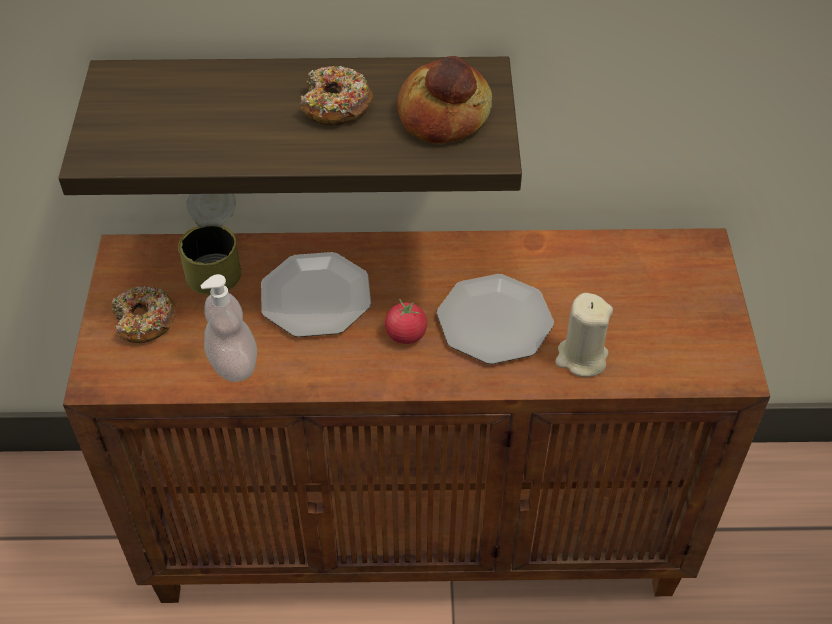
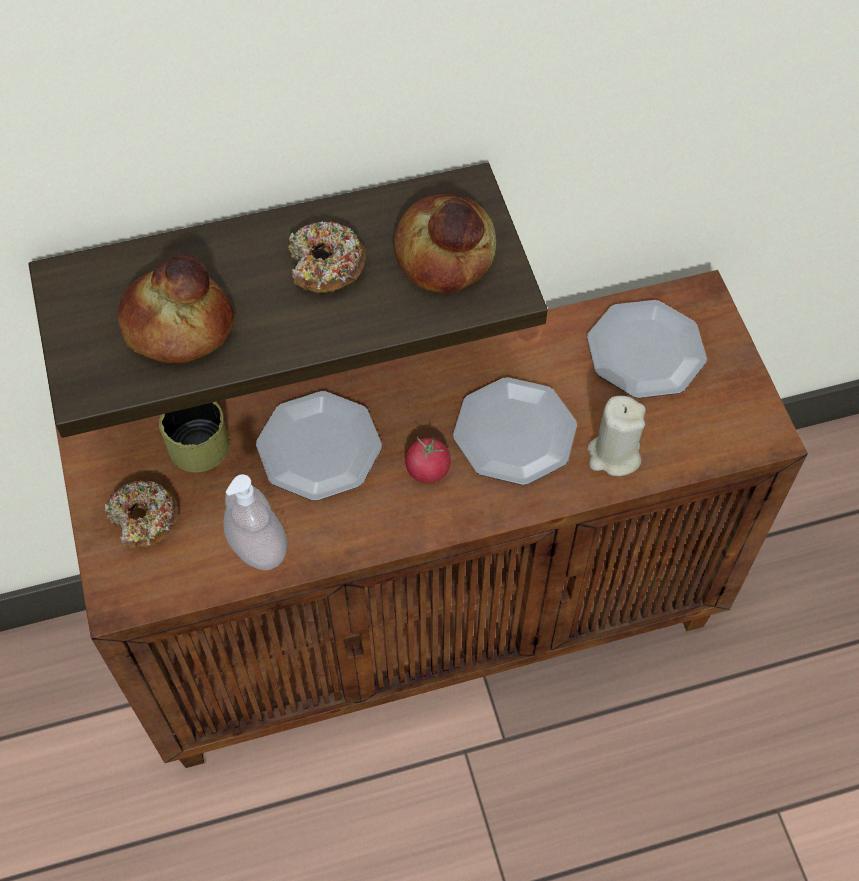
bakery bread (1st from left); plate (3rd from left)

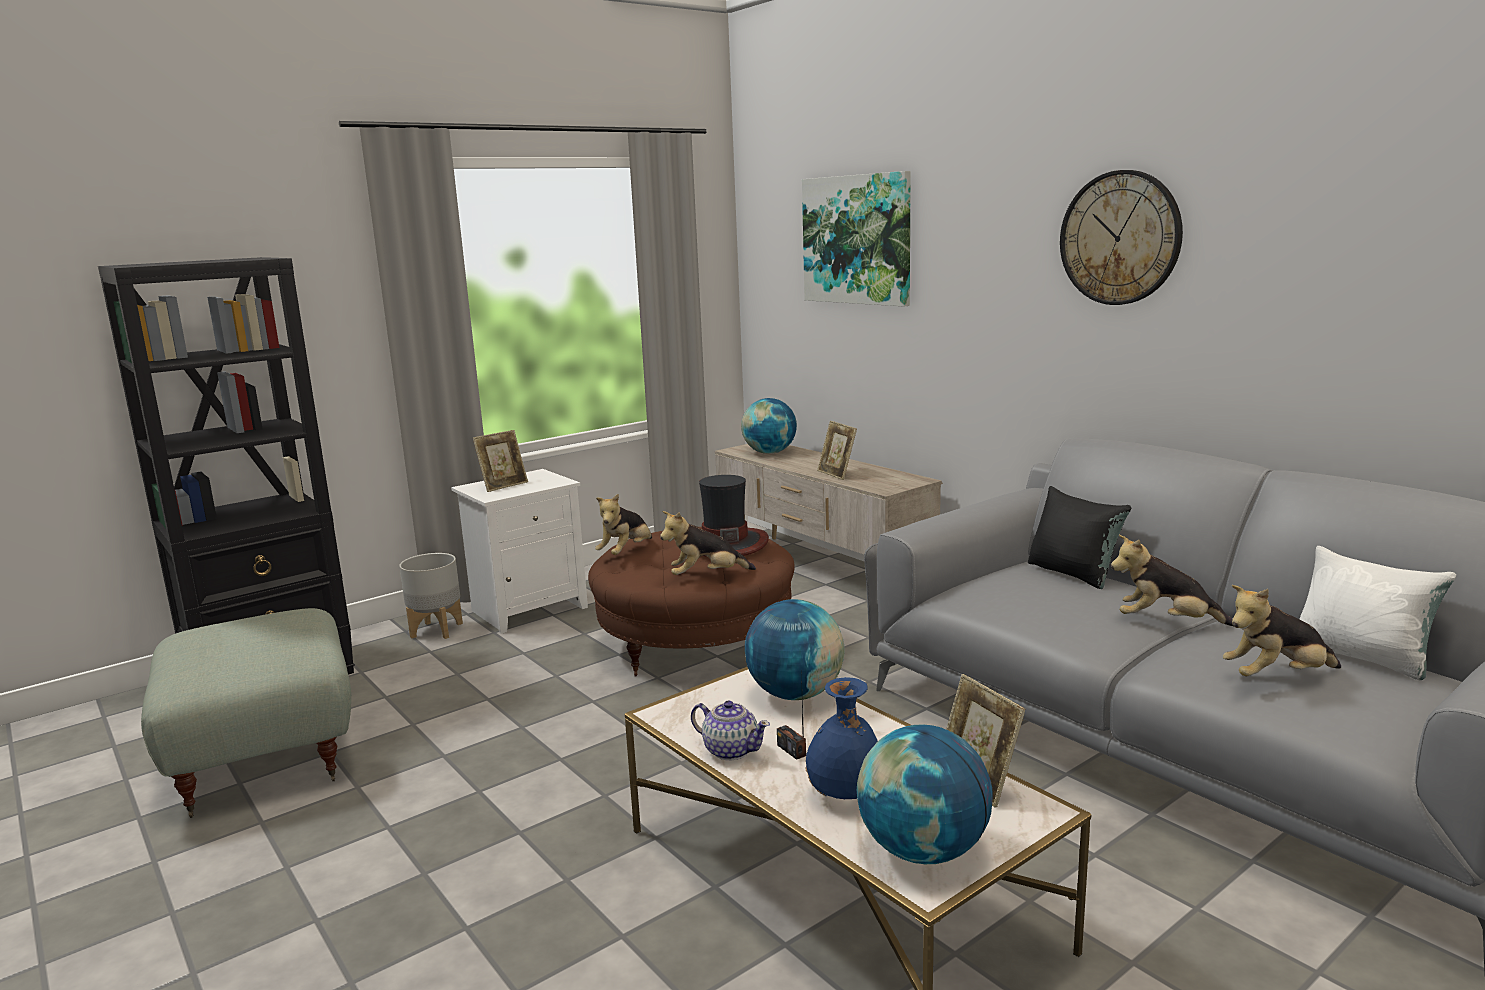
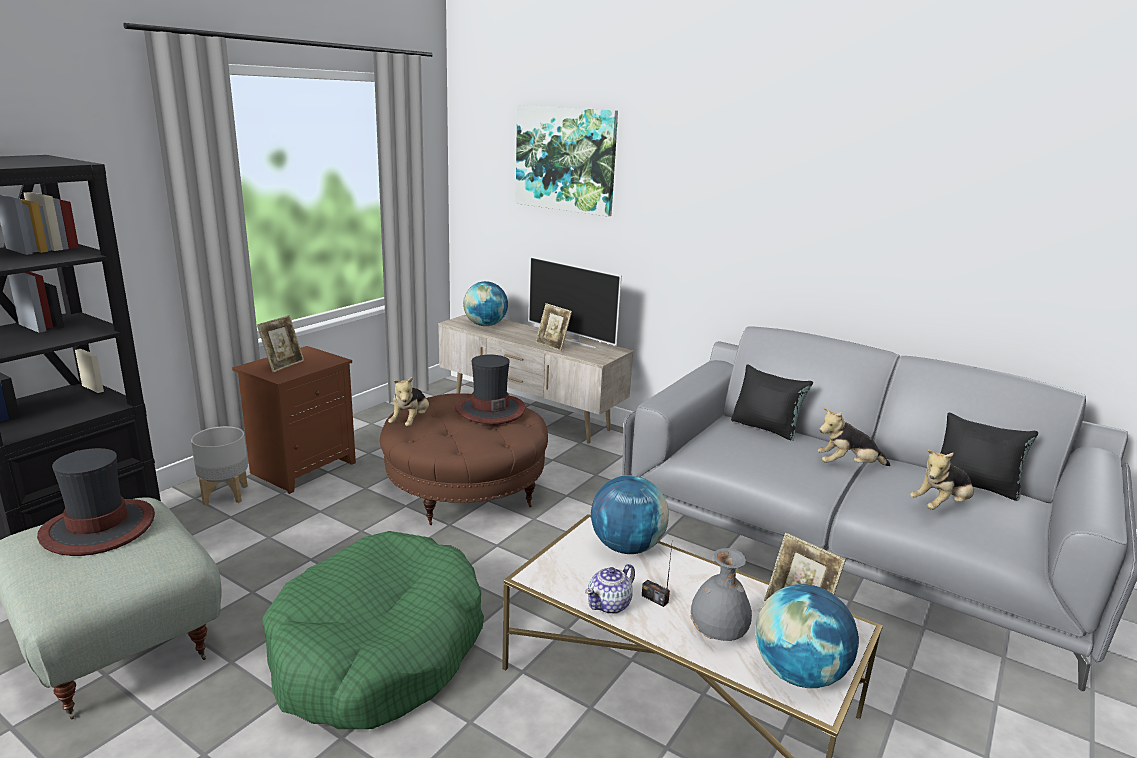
plush toy (2nd from left in the first image); clock on the wall; clothing hat (1st from left); green-coloured dog bed; TV set; brown nightstand; greyish vase; blackish cushion (2nd from left); pot for tea

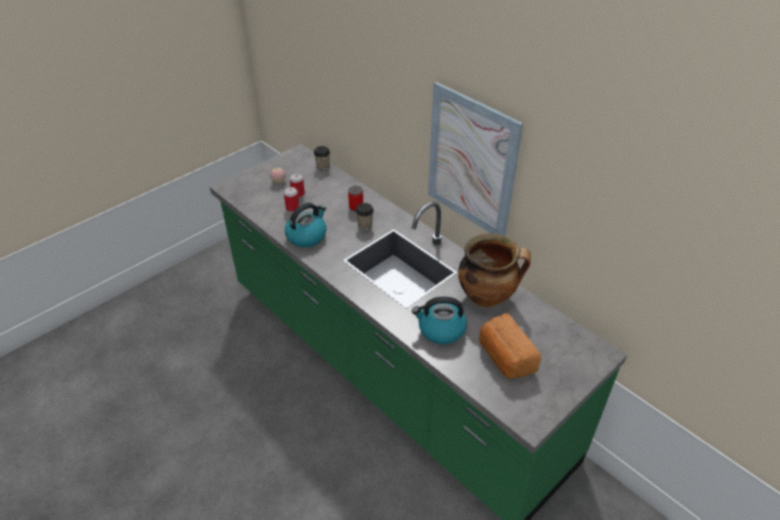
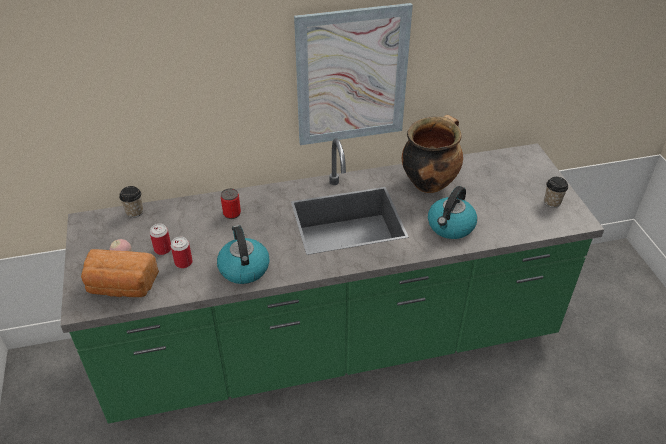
small cup (2nd from left); bakery bread

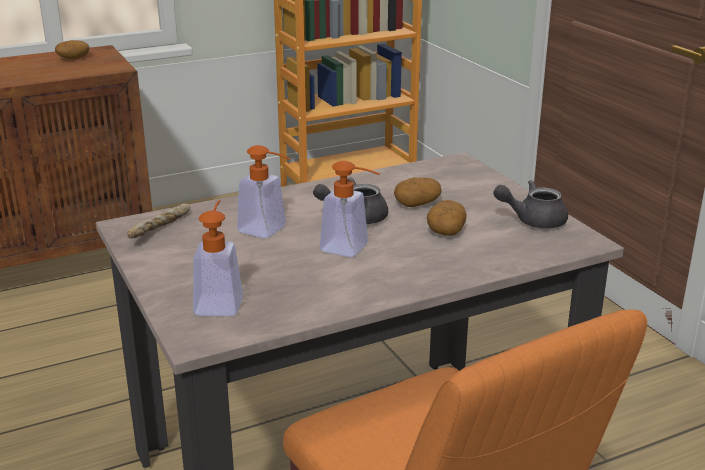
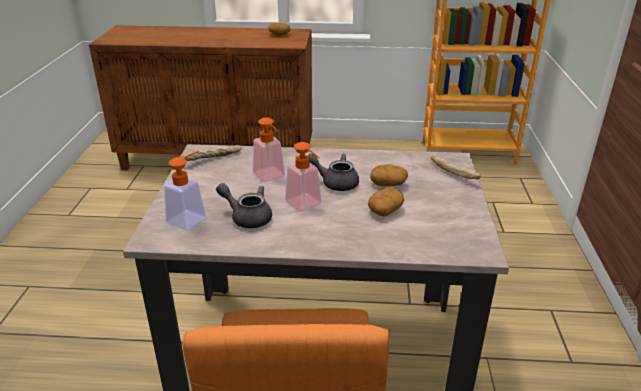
bakery bread (2nd from left); greyish pot for tea (1st from left)

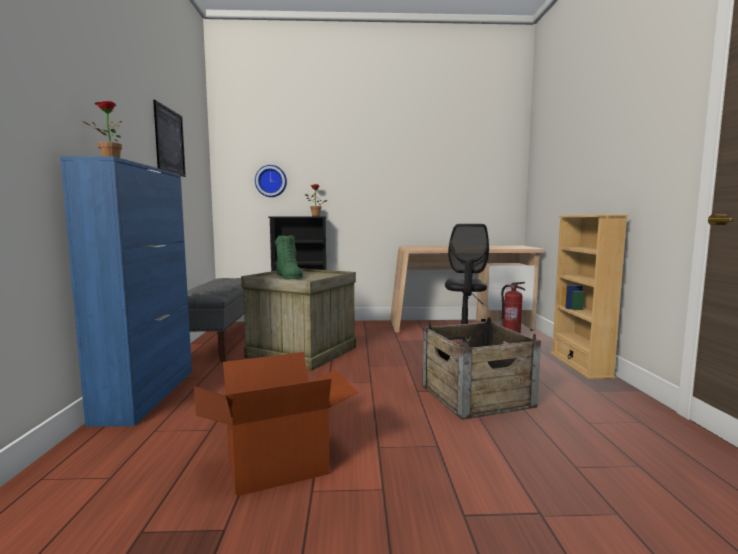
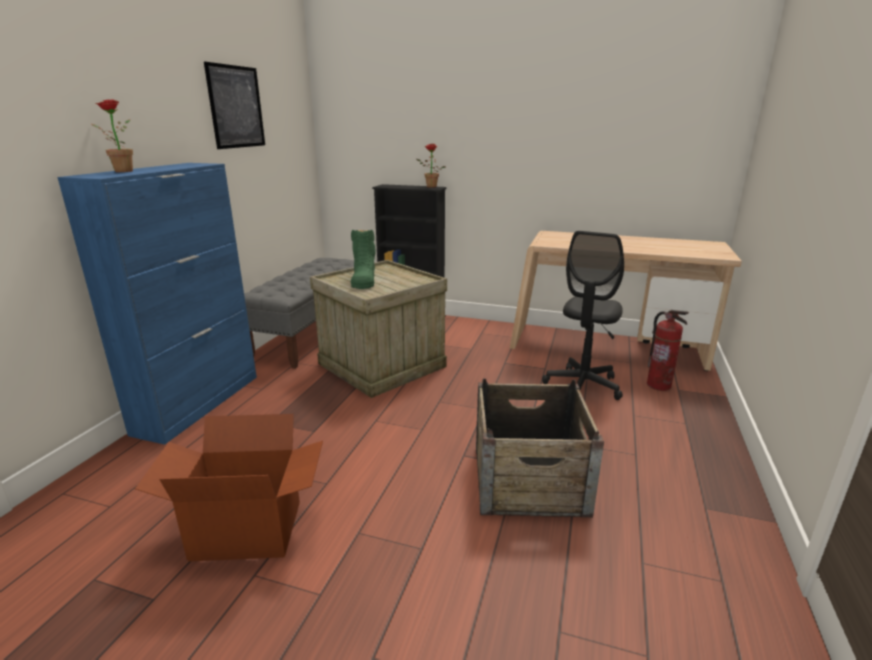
clock on the wall; beige shelving unit

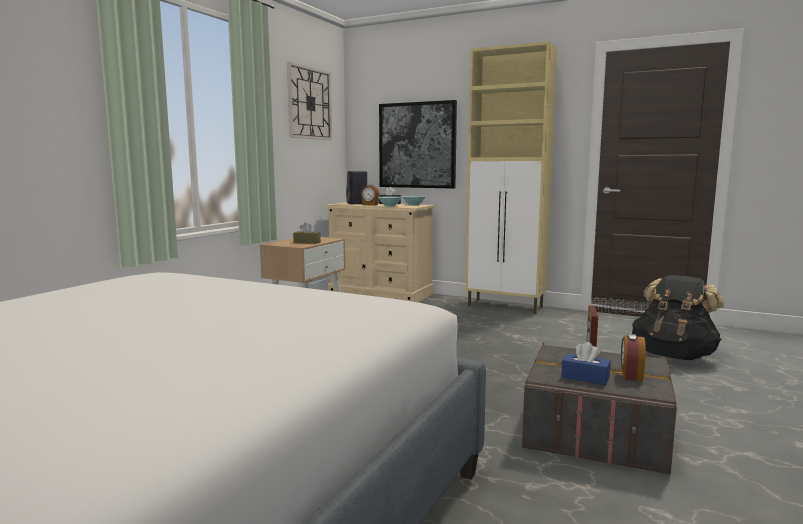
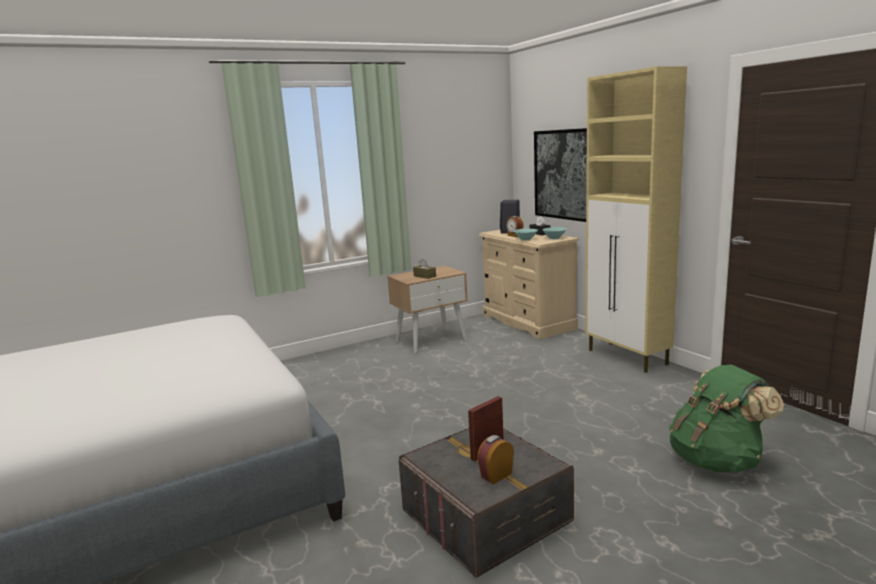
clock on the wall; blue box of tissues; green-coloured rucksack

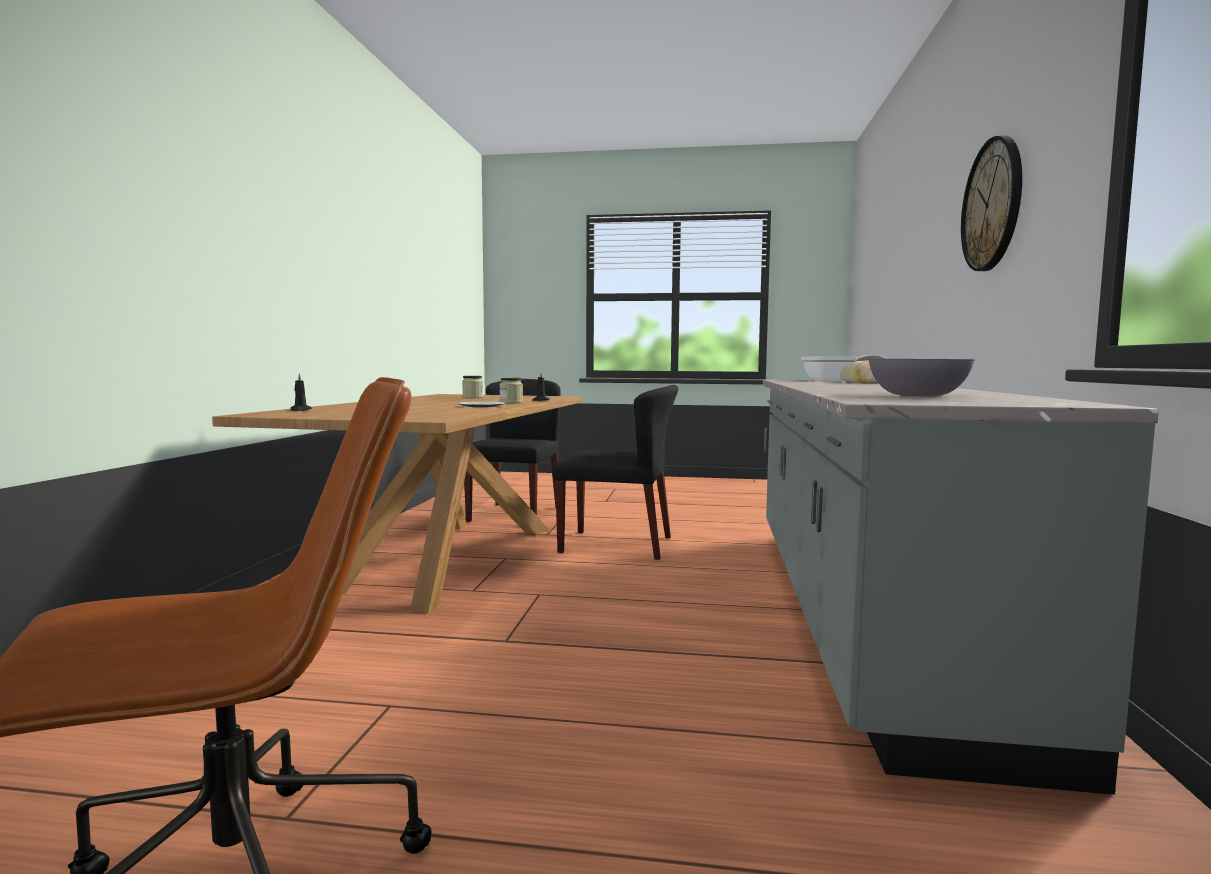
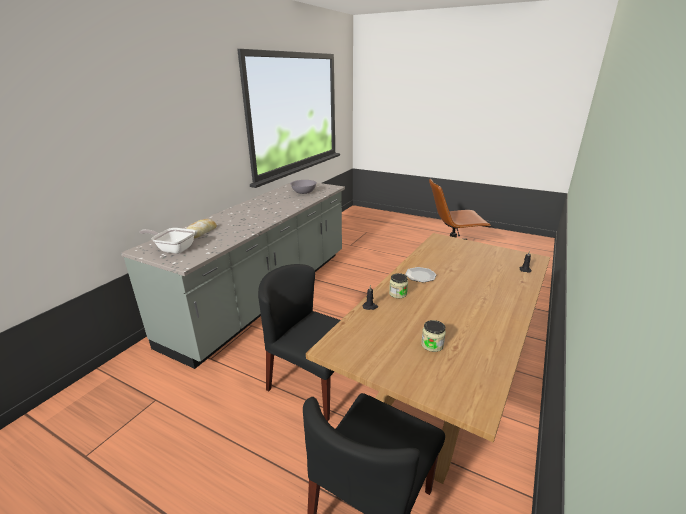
clock on the wall

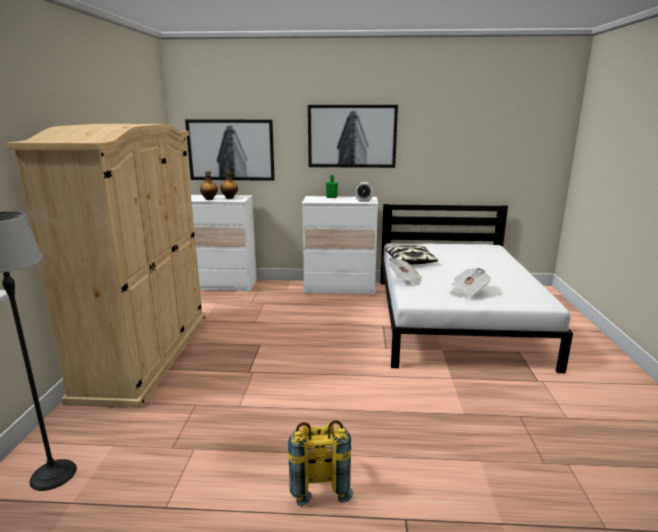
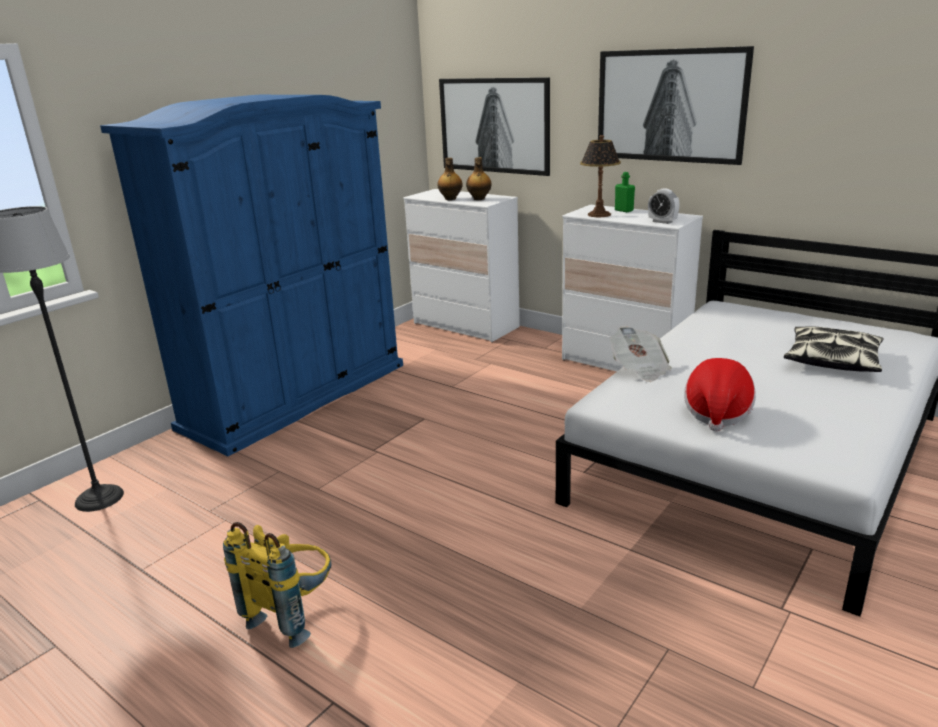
tabletop lamp; cushion; clothing hat; blue wardrobe

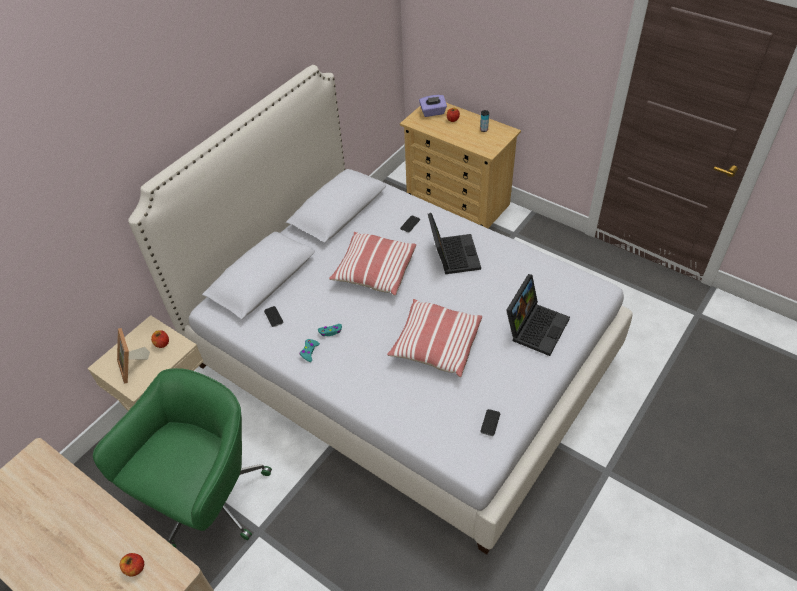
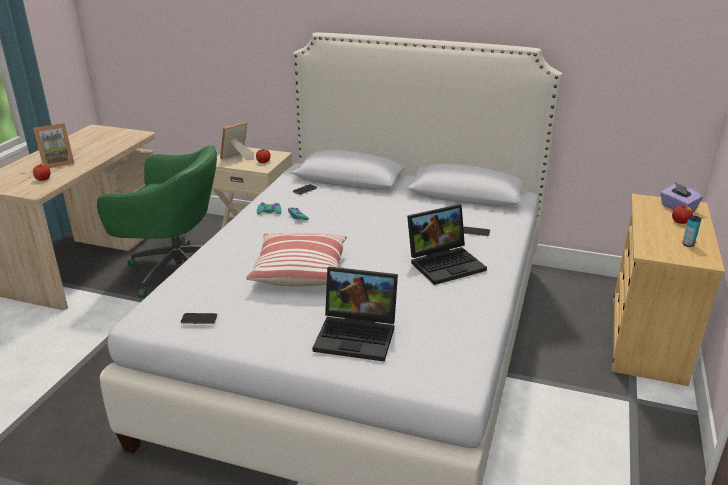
cushion (1st from left in the first image); photo frame (1st from left)

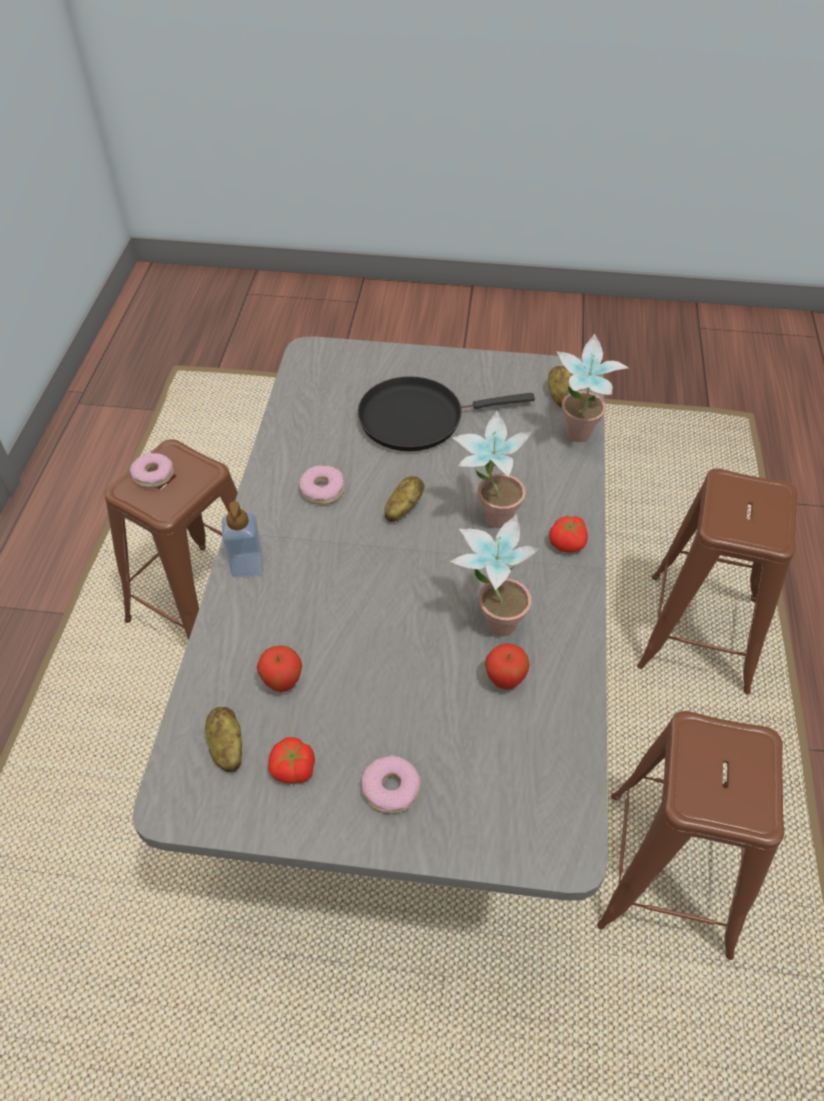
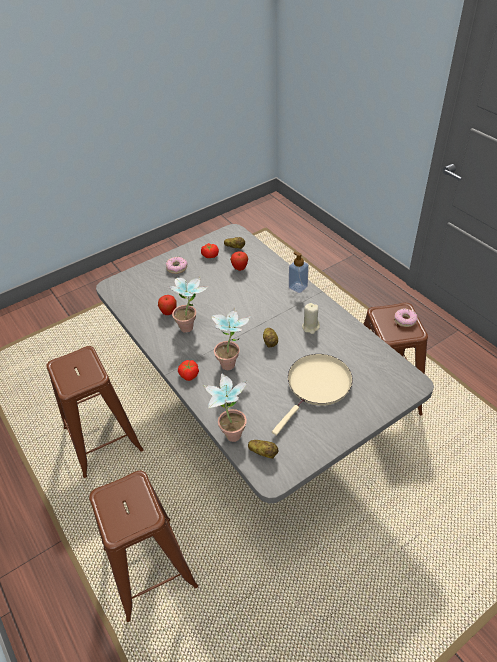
beige candle; beige skillet

